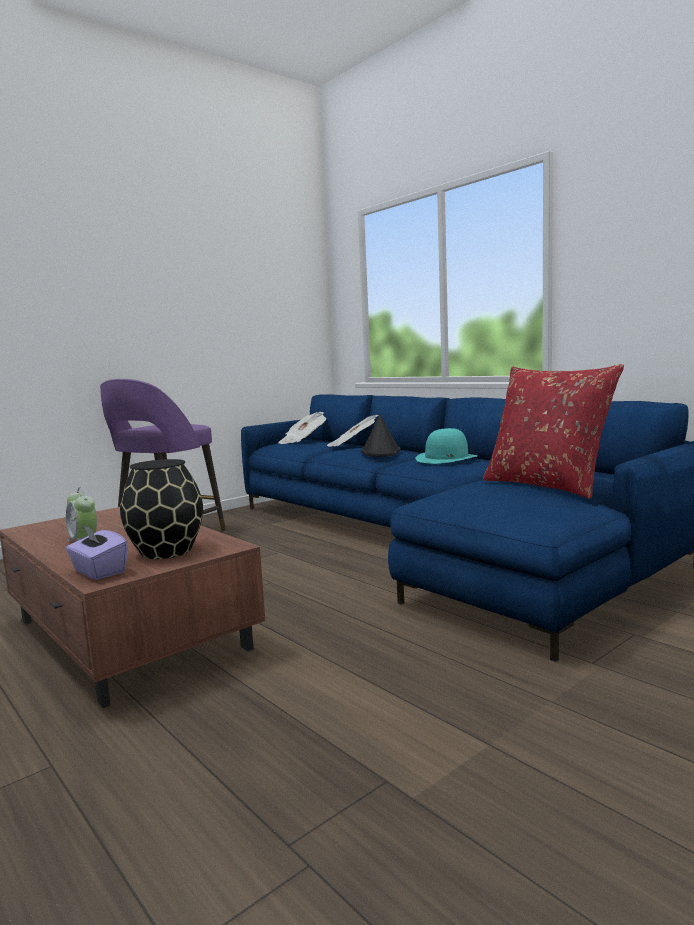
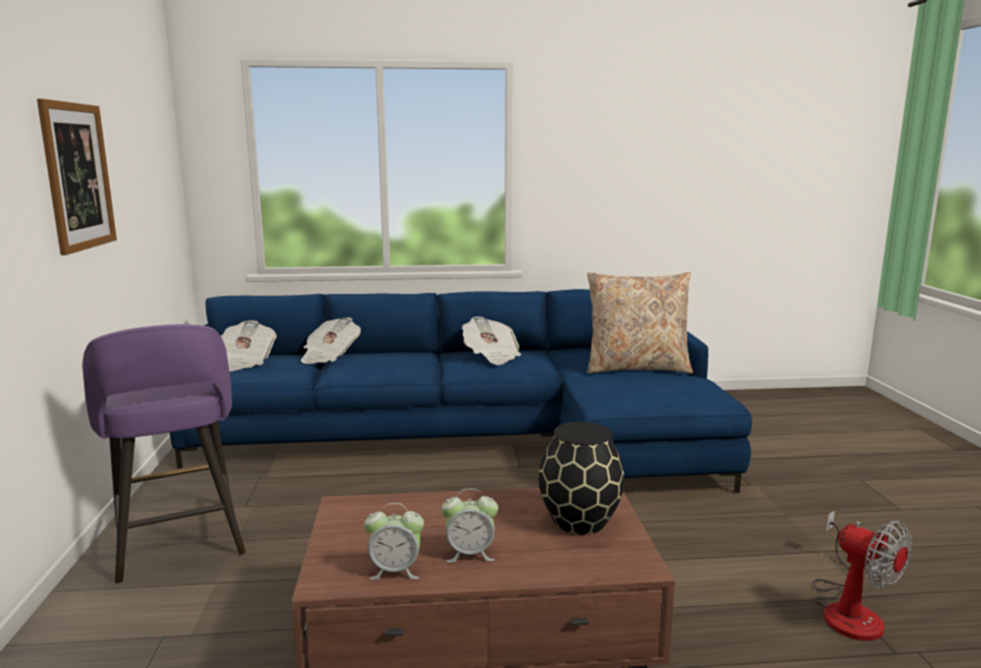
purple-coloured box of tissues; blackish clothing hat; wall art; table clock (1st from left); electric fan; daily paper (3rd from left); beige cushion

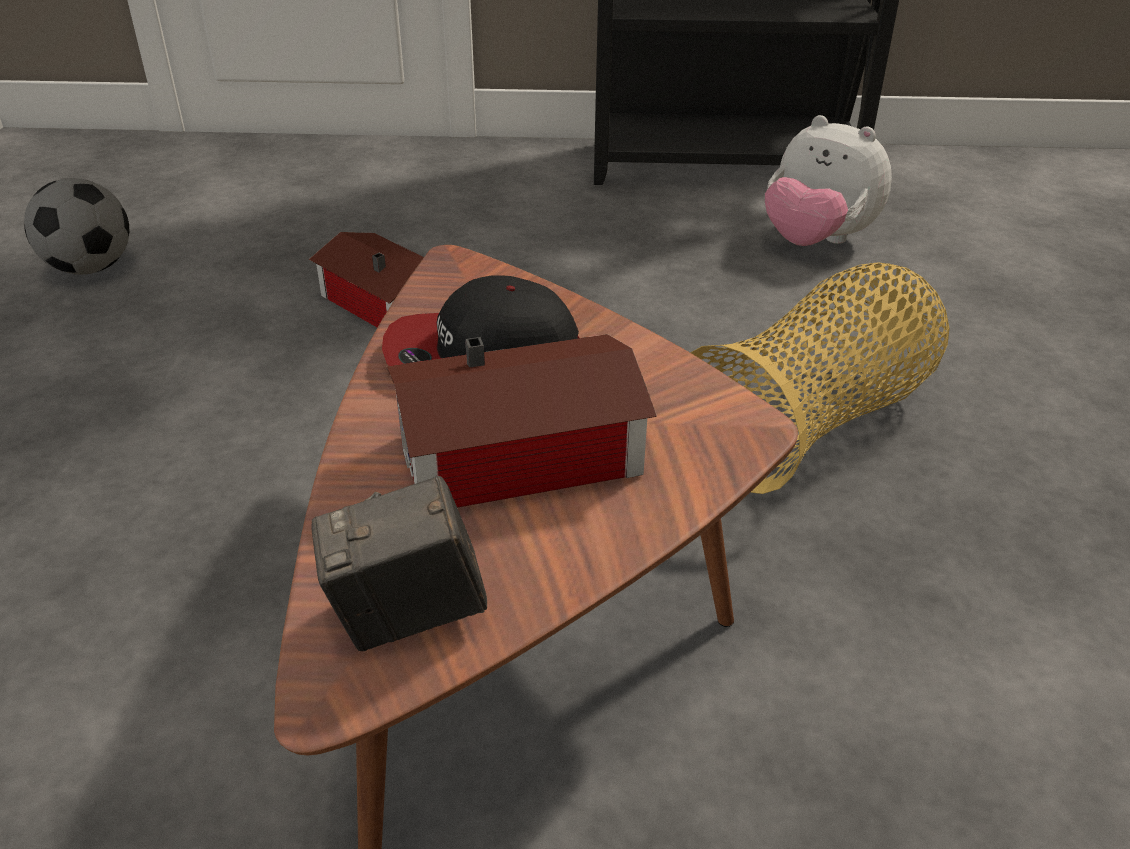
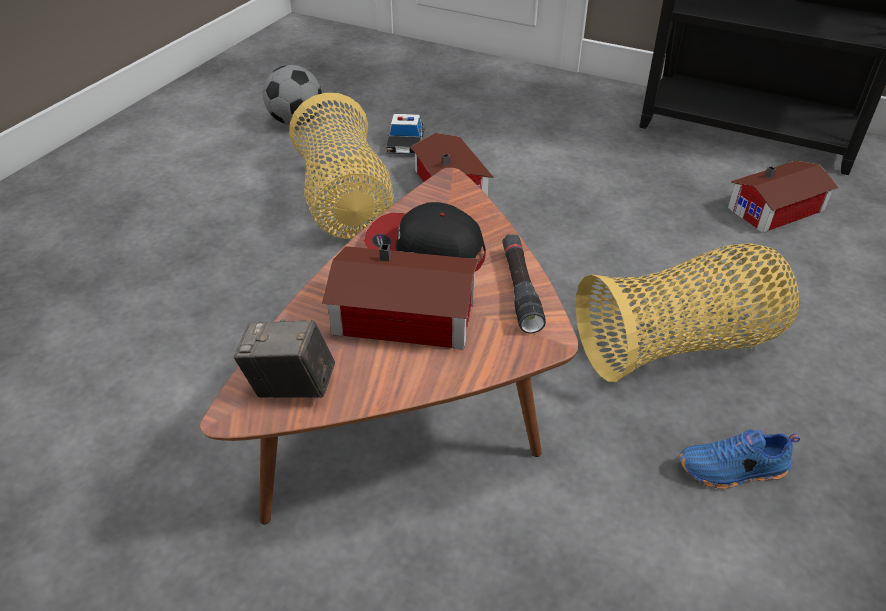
storage basket (1st from left); model car; blackish hand torch; blue low shoe; miniature house (3rd from left)

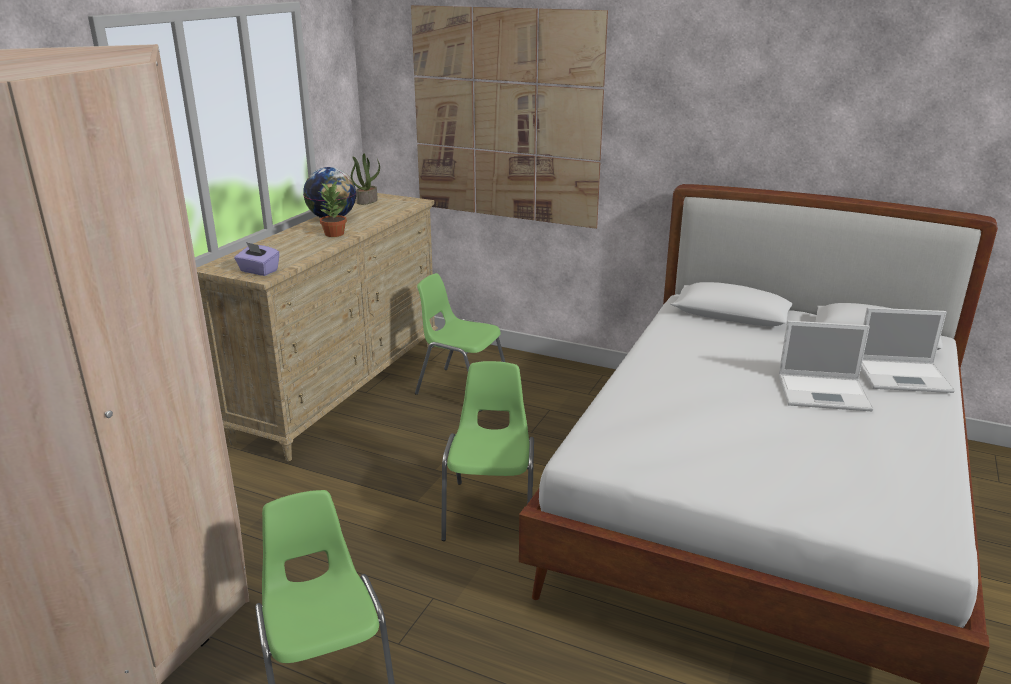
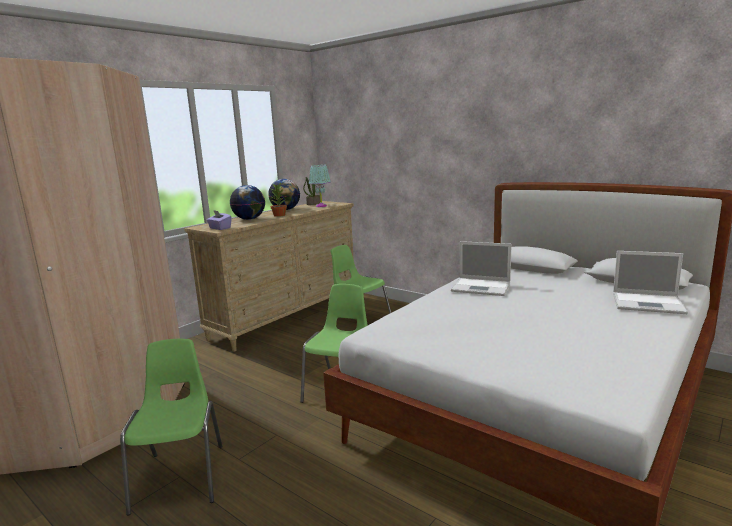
wall art; desk globe (1st from left); blue-green tabletop lamp; laptop (1st from left)

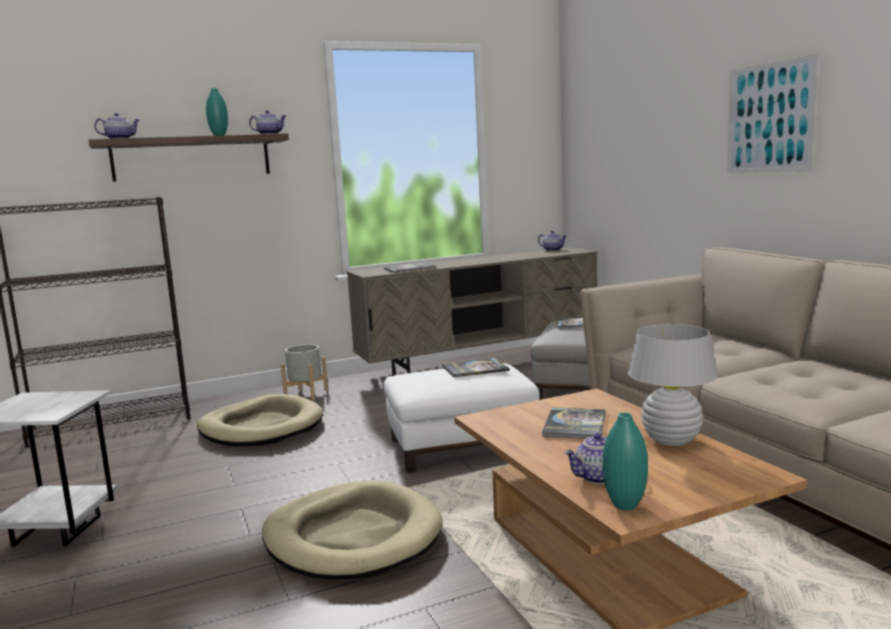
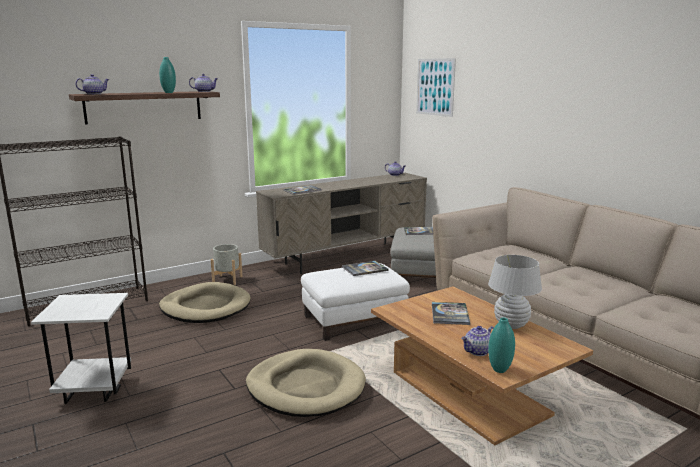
wall art

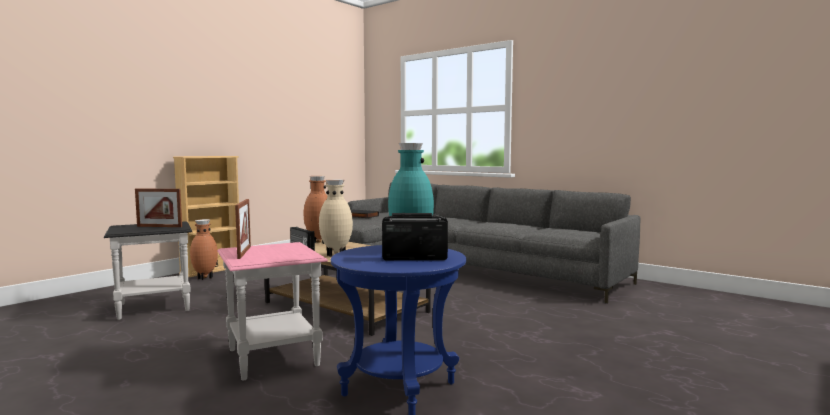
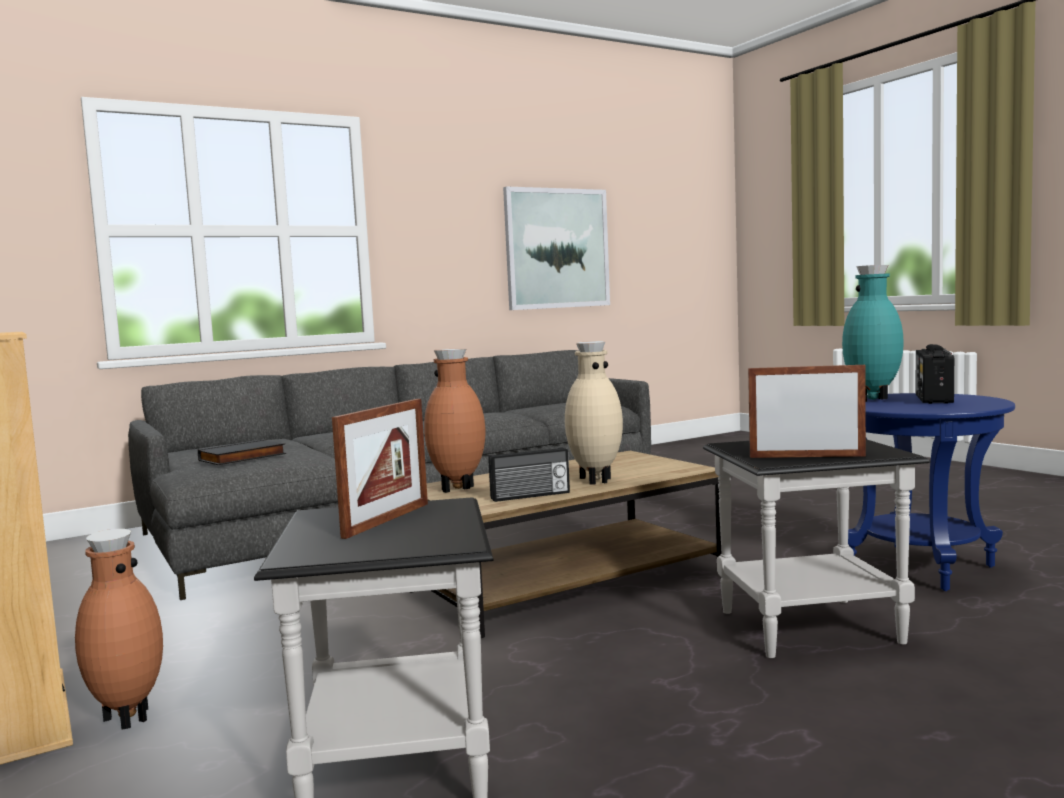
wall art; blackish end table (2nd from left)

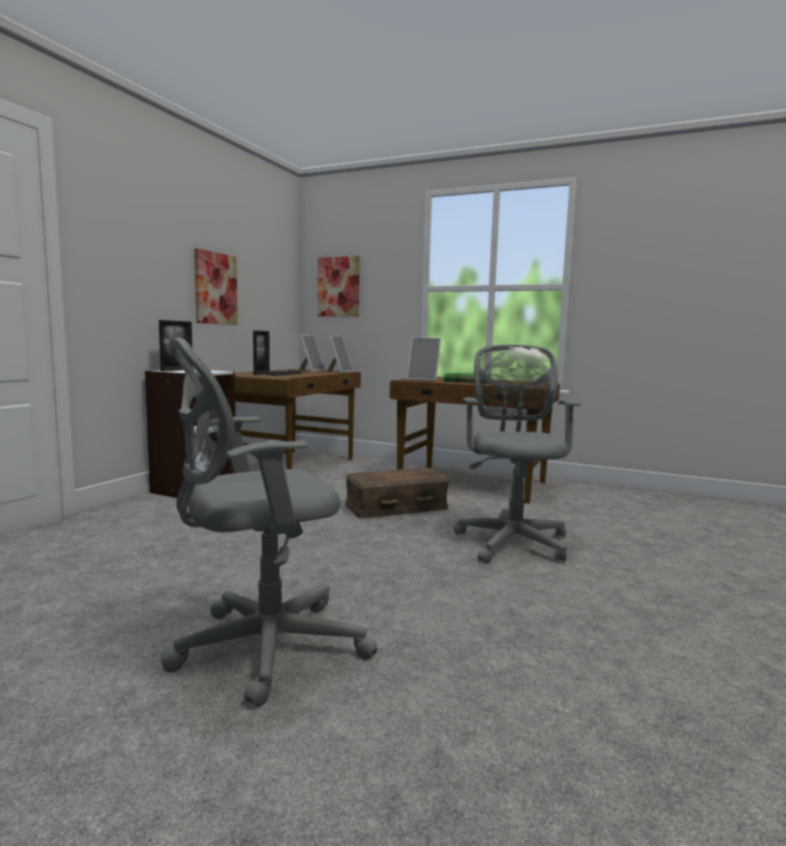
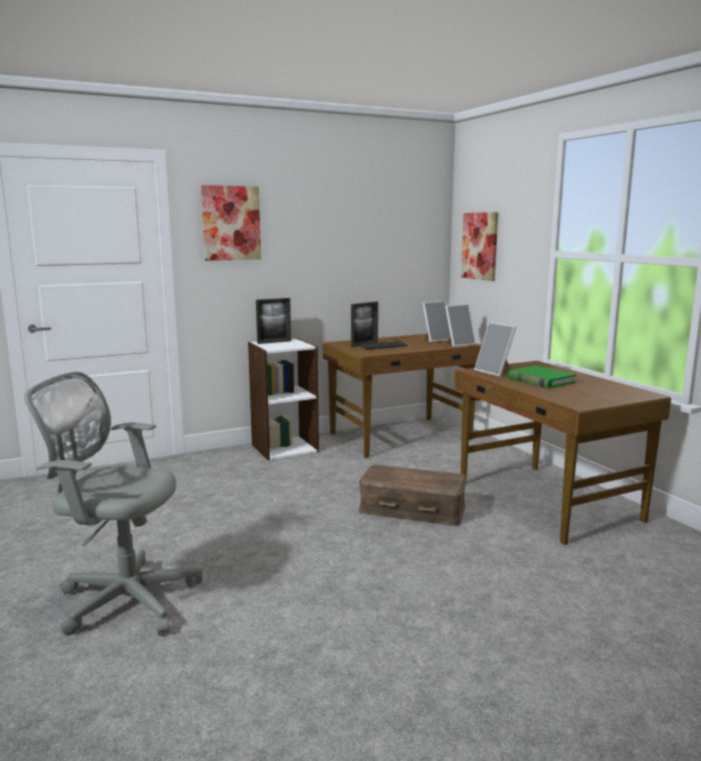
greyish computer chair (2nd from left in the first image); wall art (1st from left)

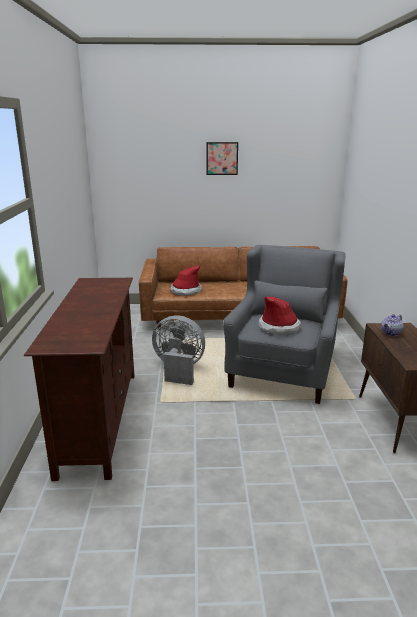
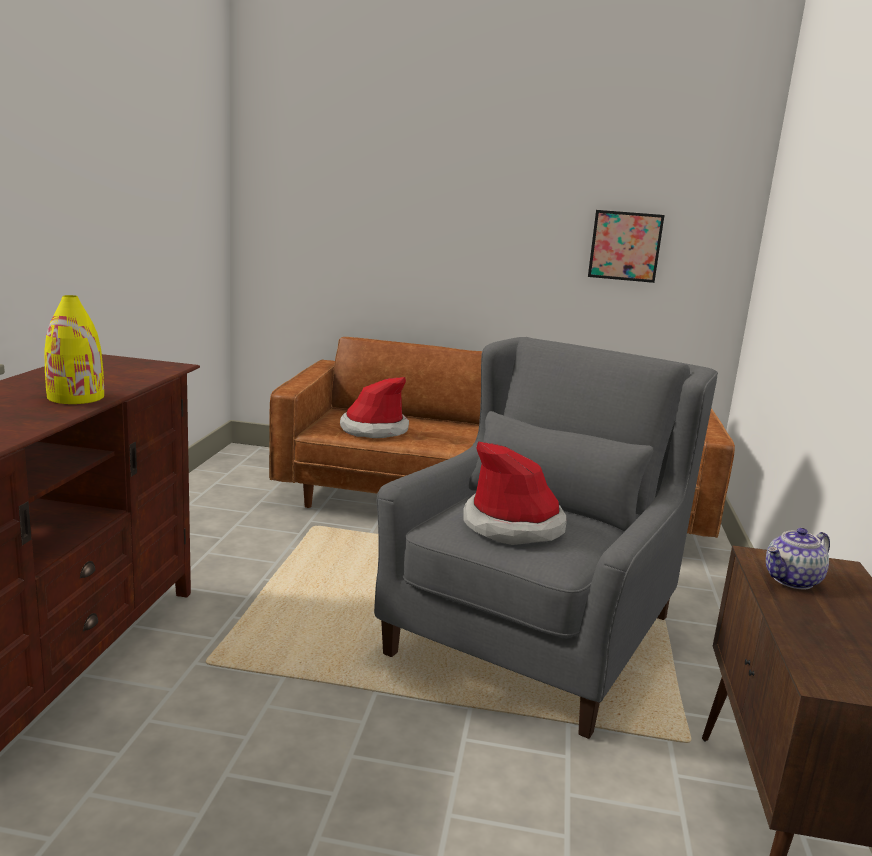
greyish electric fan; yellow vase; wall art

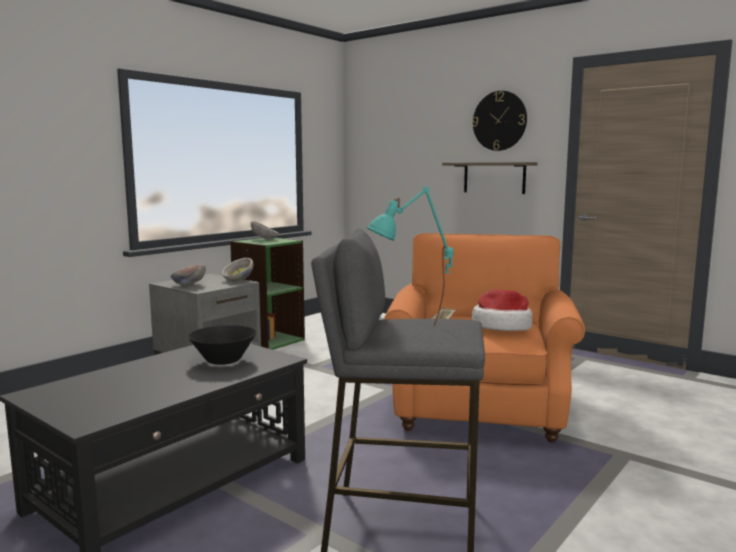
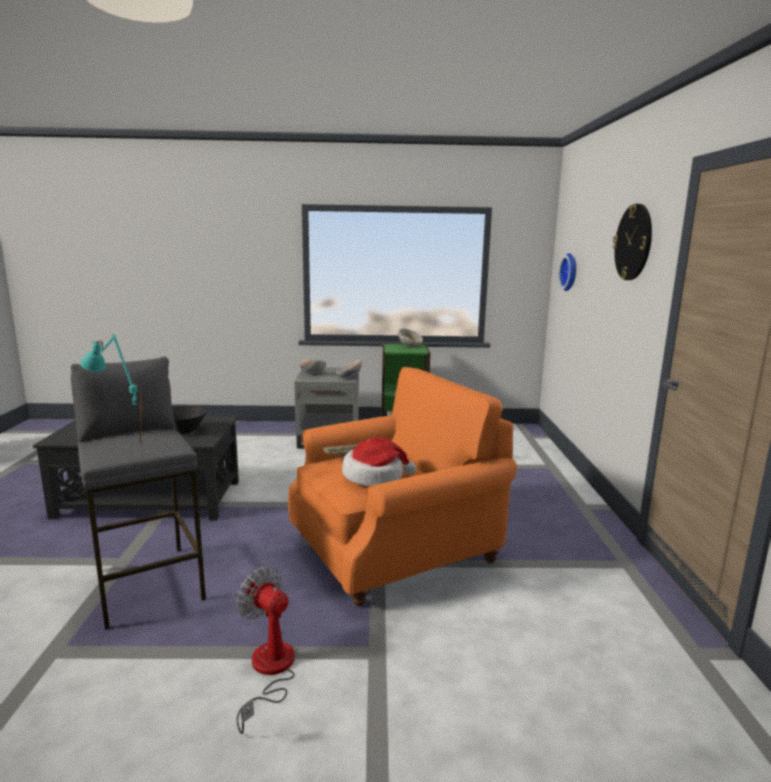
shelf; electric fan; clock on the wall (1st from left)

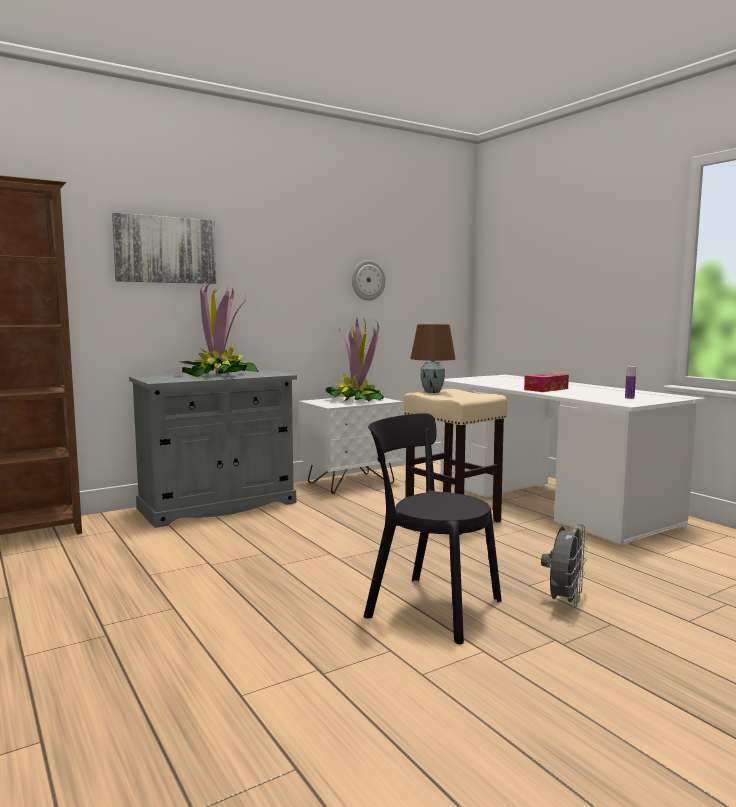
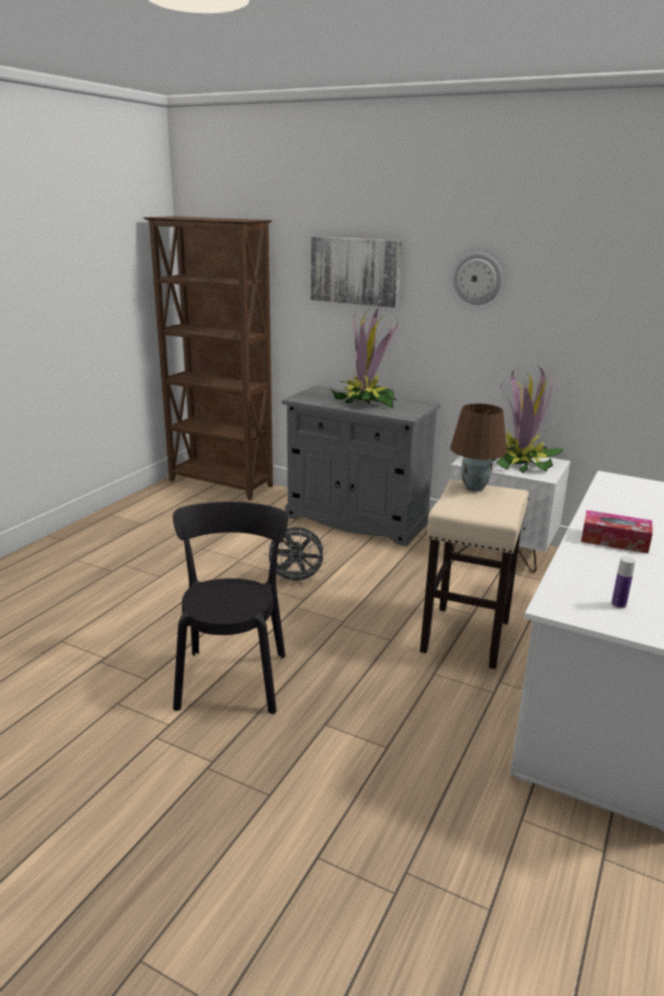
clock on the wall; greyish electric fan

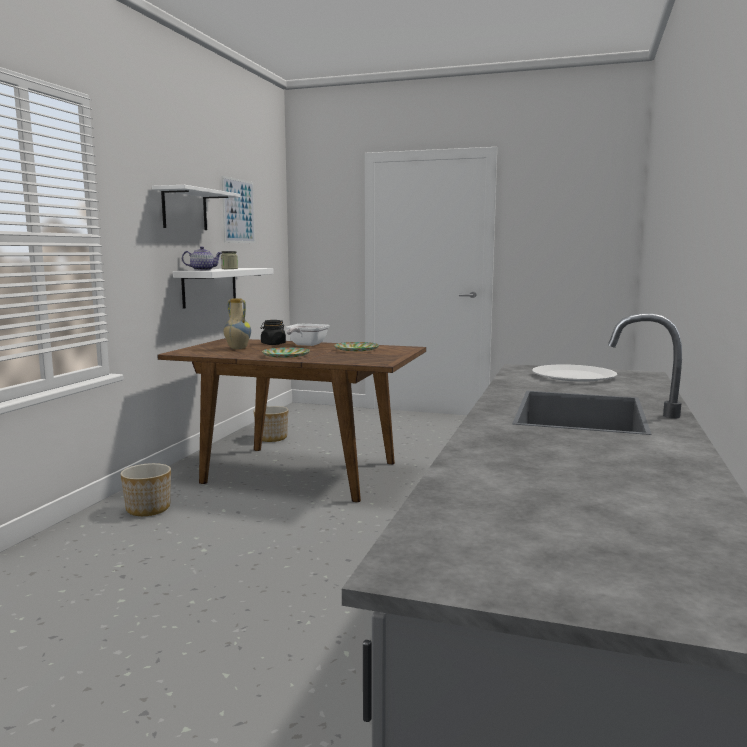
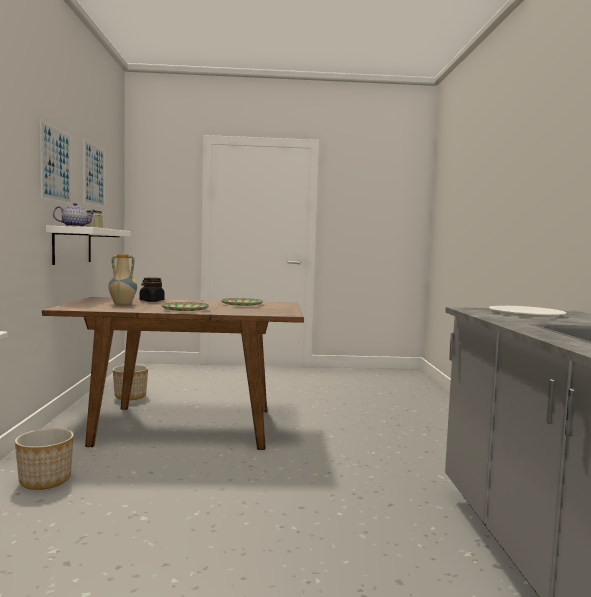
skillet; wall art (1st from left)

